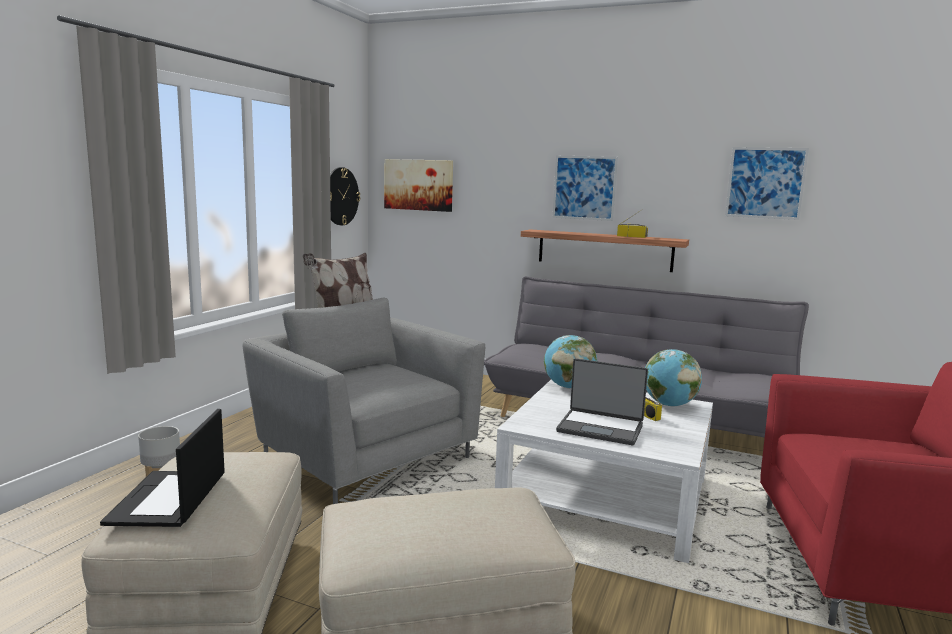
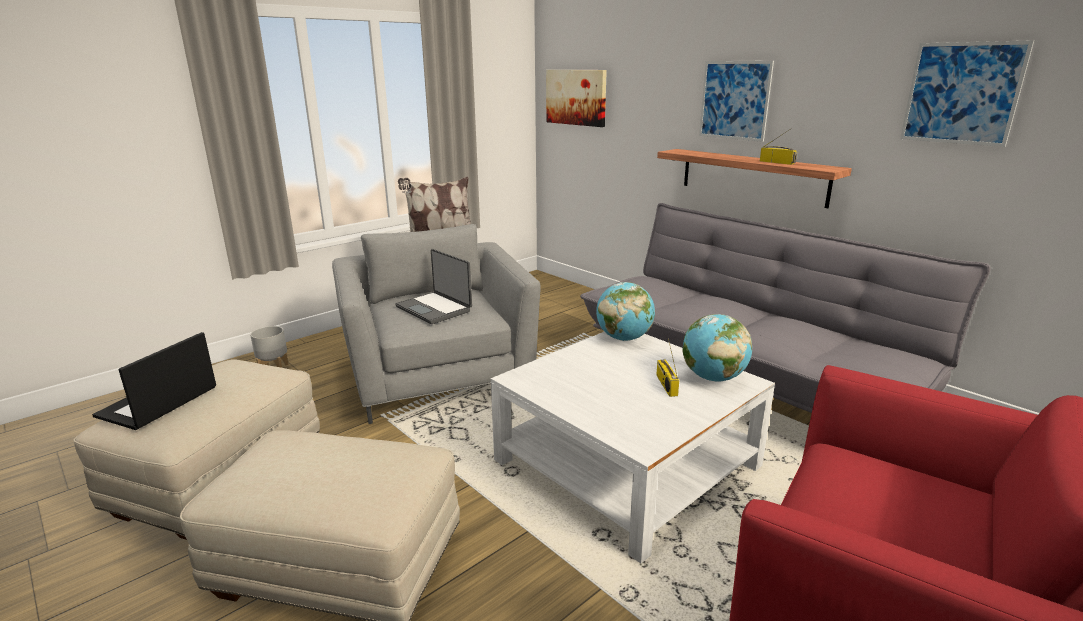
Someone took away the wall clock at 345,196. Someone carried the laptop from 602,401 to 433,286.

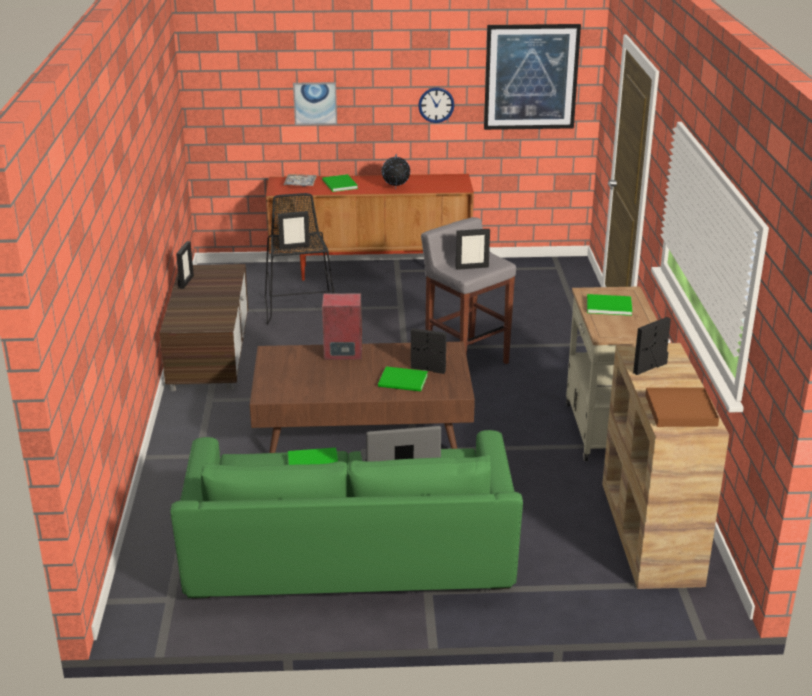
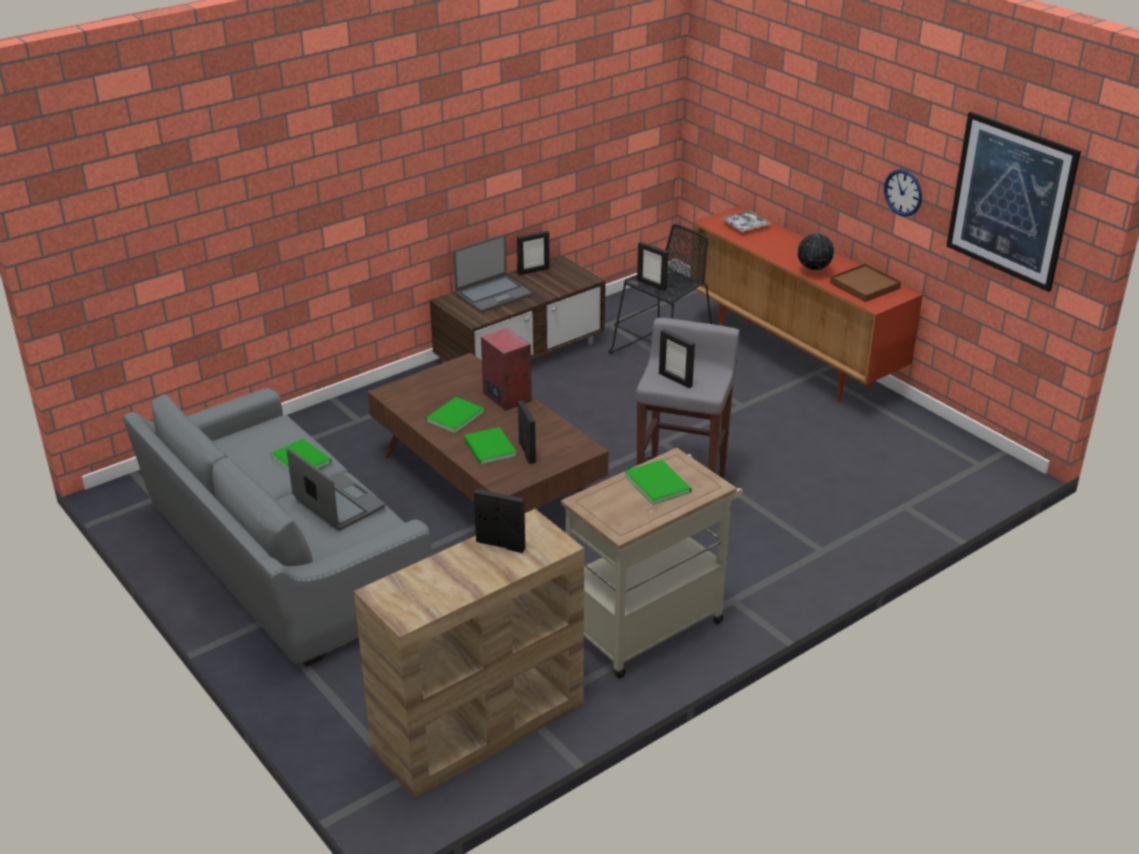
Someone repainted the sofa in green at 347,514, which became the sofa in grey at 277,527. Someone took away the picture at 315,103. Someone carried the book in green from 340,183 to 454,415. Someone carried the tray in brown from 682,407 to 865,282. Someone put down the laptop at 492,273.

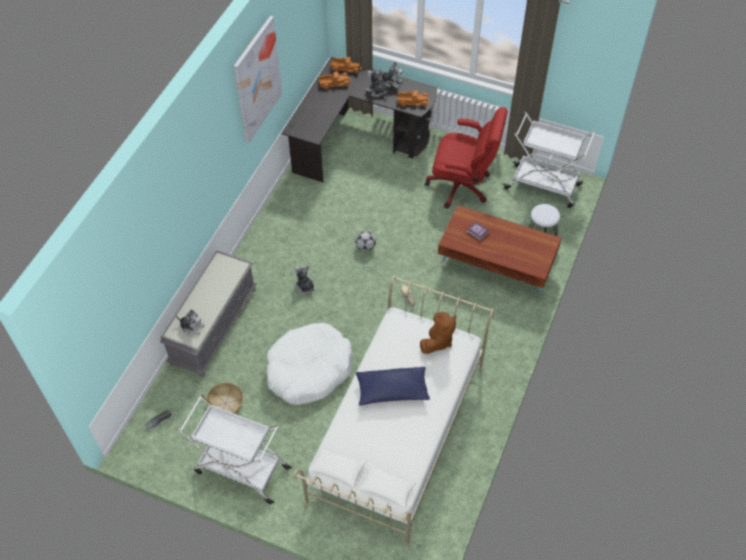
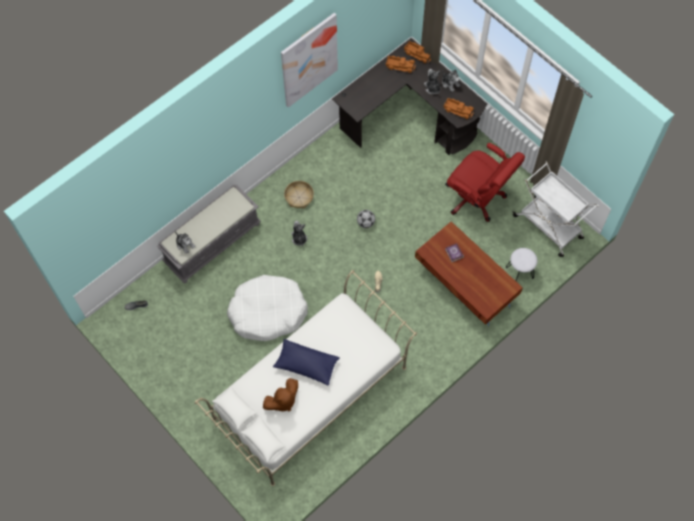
Someone took away the cart in white at 235,449. Someone carried the basket from 224,398 to 299,194. Someone carried the plush toy in brown from 438,333 to 280,394.

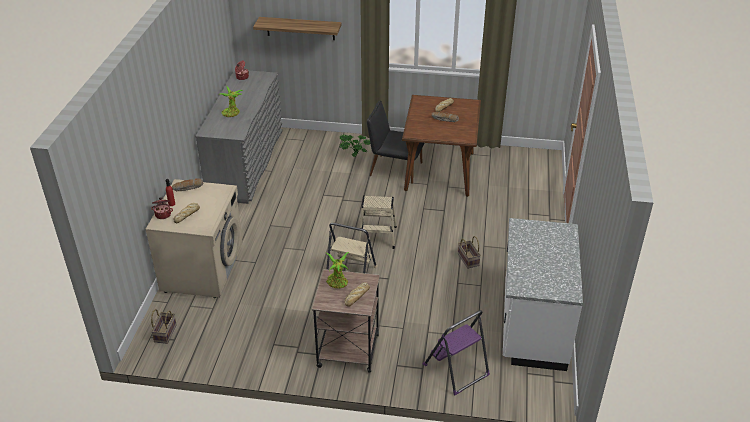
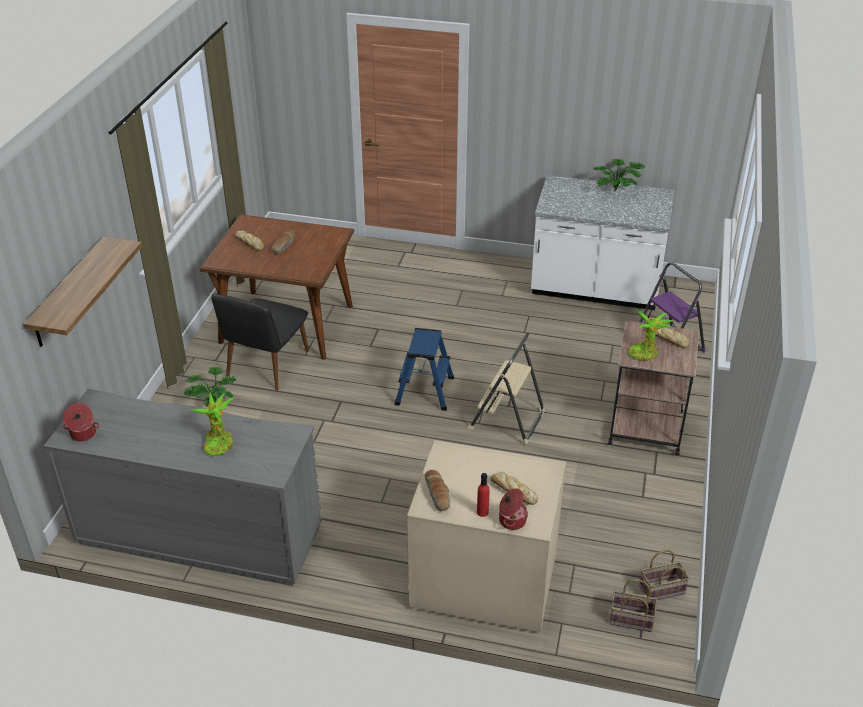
Someone repainted the step ladder in beige at 378,222, which became the step ladder in blue at 424,369. Someone carried the basket from 469,252 to 664,575. Someone put down the potted plant at 619,175.

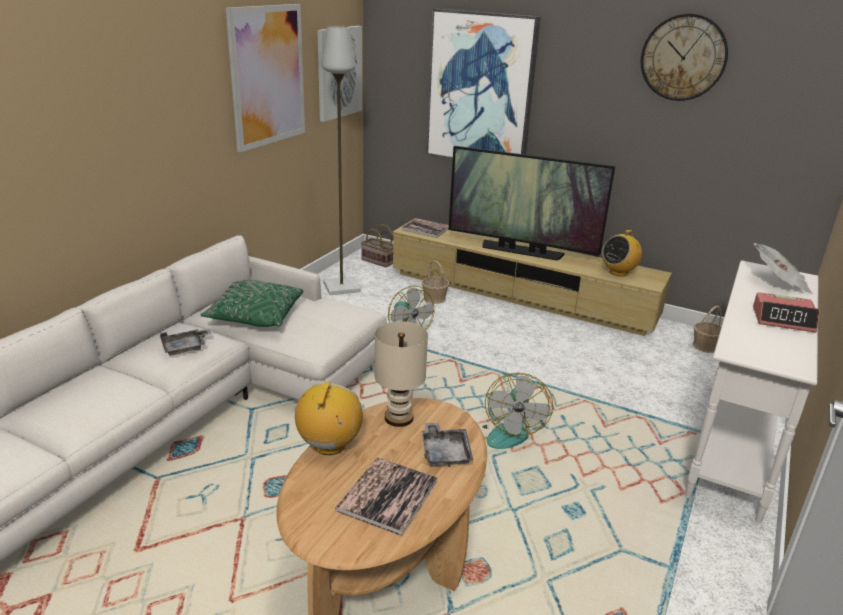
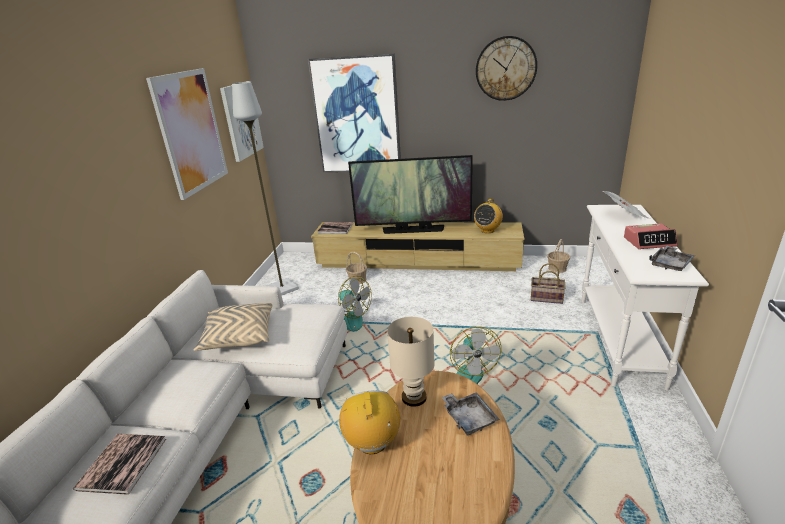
Someone carried the tray in grey from 185,342 to 672,258. Someone repainted the pillow in green at 252,303, which became the pillow in beige at 232,327. Someone carried the book from 386,497 to 119,464. Someone carried the basket from 377,245 to 548,283.

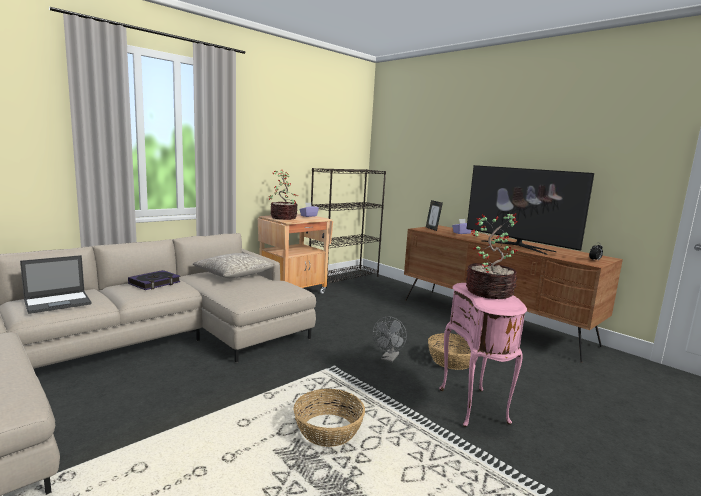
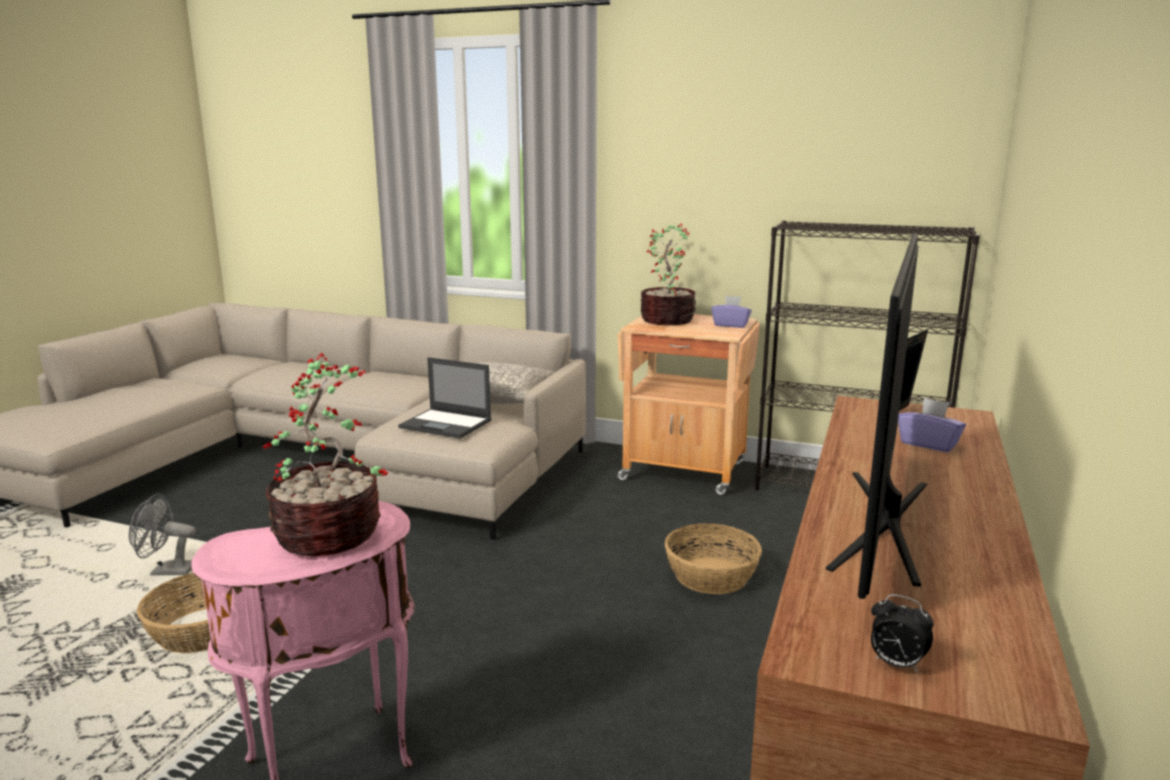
Someone carried the laptop from 56,284 to 444,398. Someone took away the book at 154,280. Someone carried the fan in grey from 390,339 to 162,534. Someone carried the basket from 449,351 to 713,558.

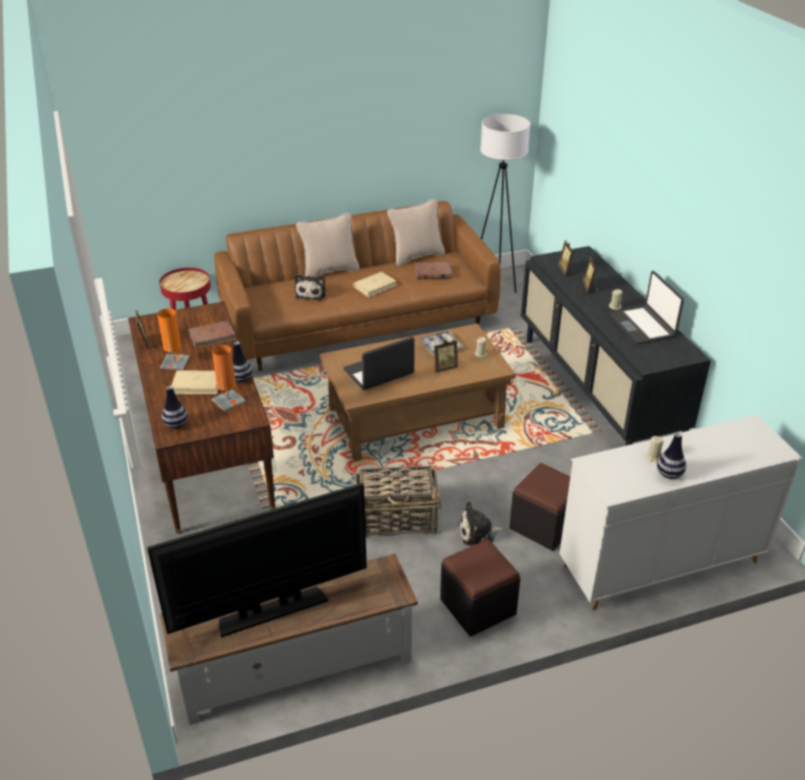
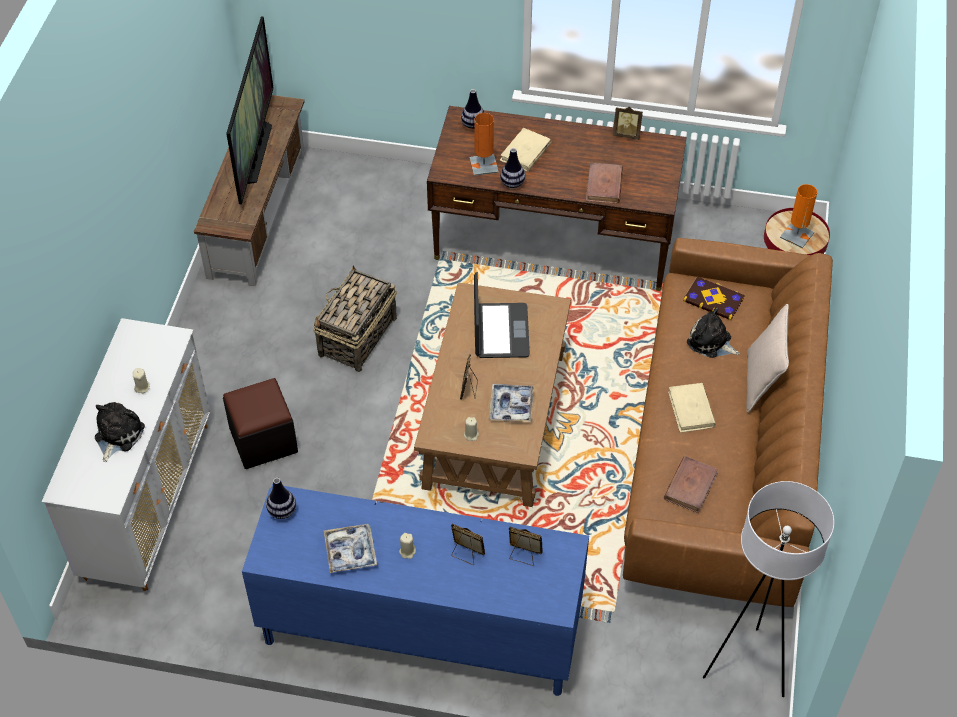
Someone carried the table lamp in orange from 173,339 to 798,216. Someone took away the pillow in beige at 416,232. Someone took away the ottoman in black at 480,587. Someone carried the plush toy from 482,524 to 120,432. Someone repainted the cabinet in black at 616,346, which became the cabinet in blue at 415,590. Someone swapped the laptop at 646,307 for the tray at 350,548. Someone carried the vase from 671,455 to 281,498. Someone put down the book at 714,299.

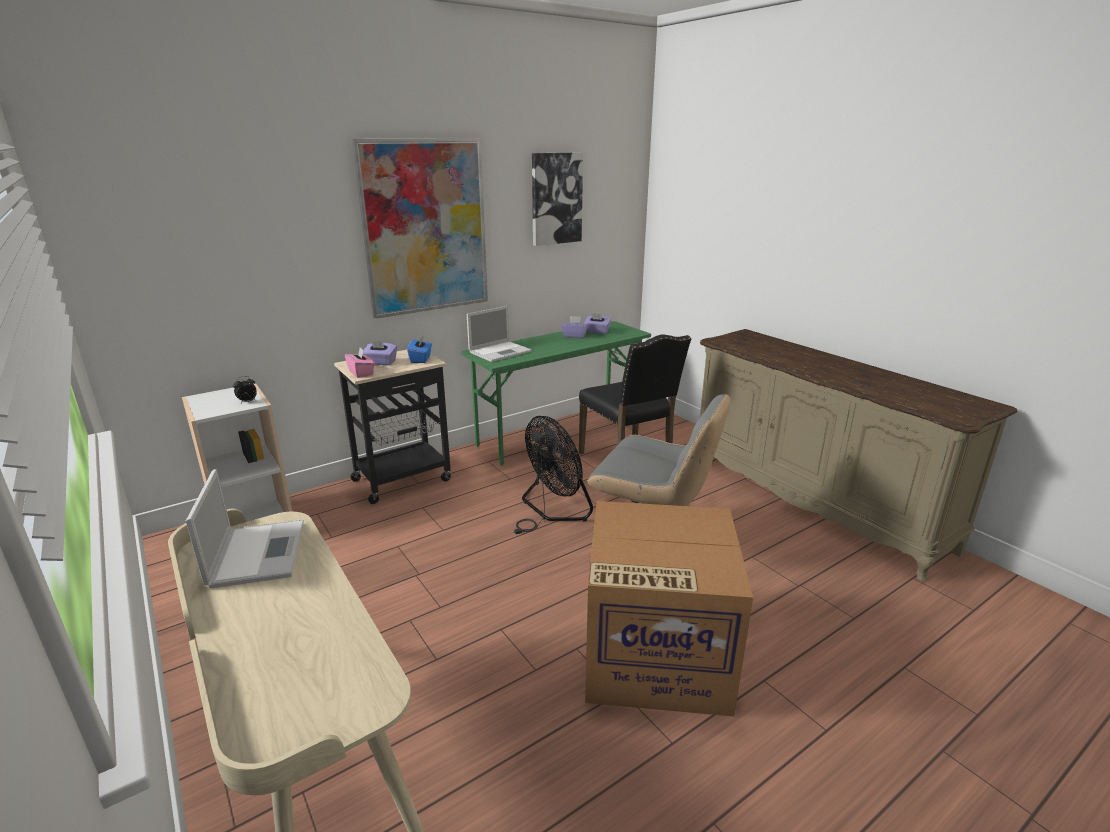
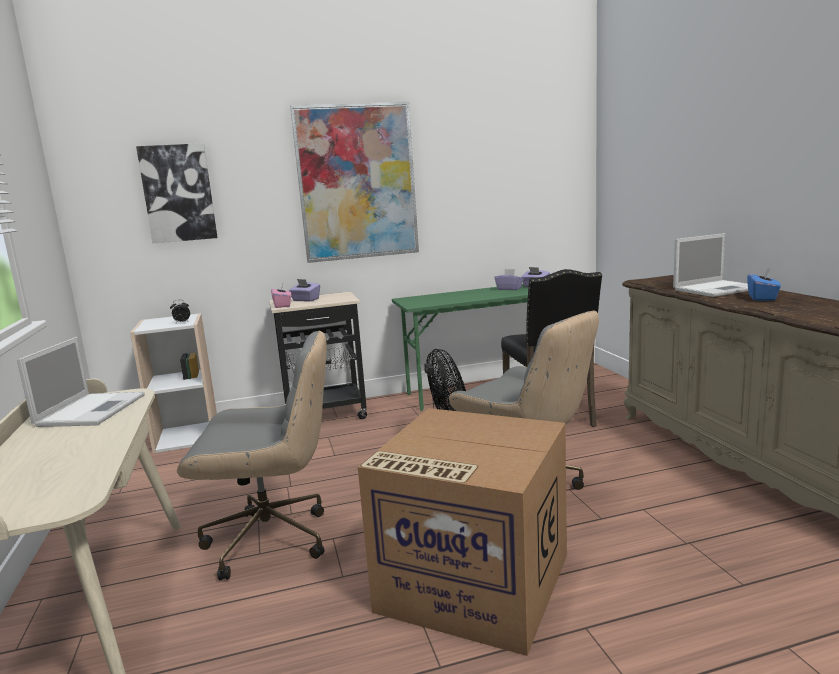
Someone carried the tissue box in blue from 419,349 to 764,284. Someone carried the laptop from 499,334 to 710,265. Someone carried the picture from 557,199 to 177,193. Someone put down the office chair in grey at 252,455.

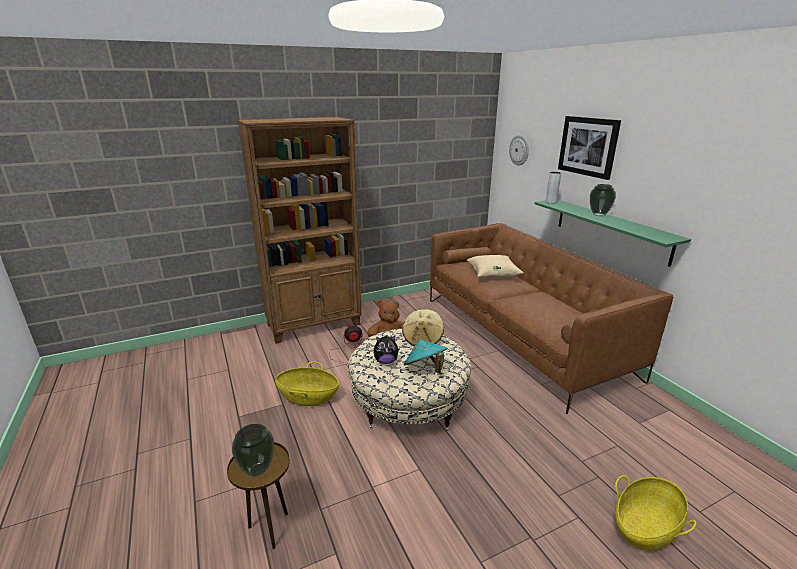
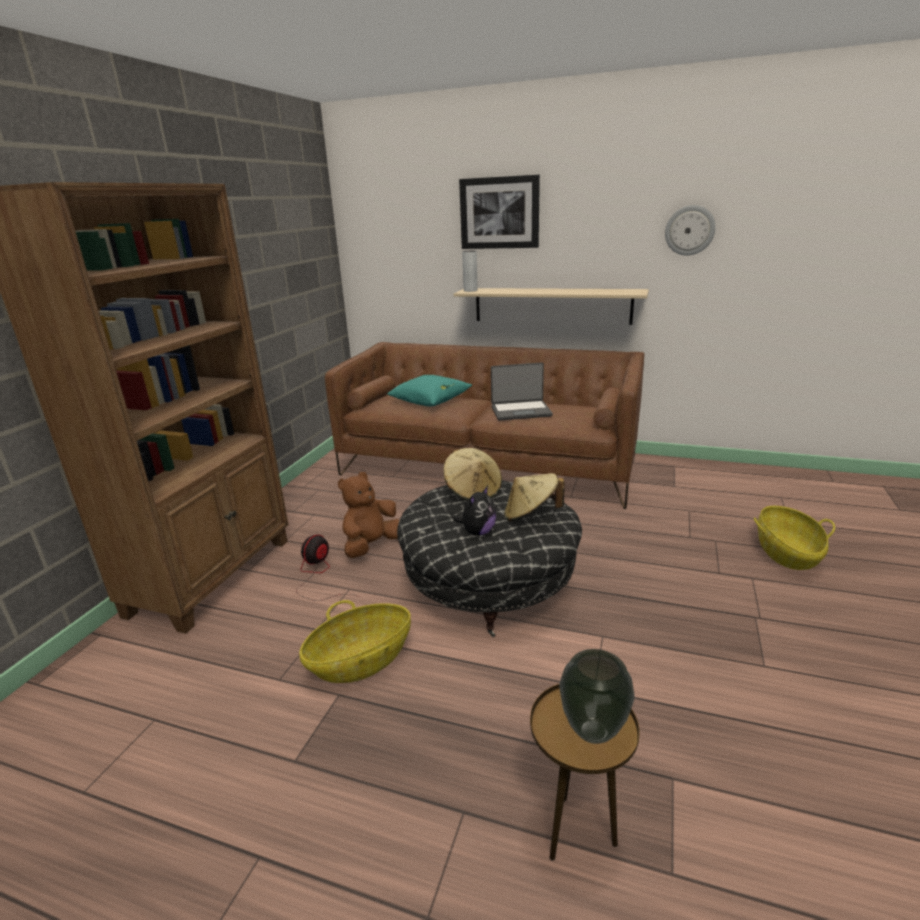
Someone repainted the ottoman in beige at 410,380, which became the ottoman in black at 489,559. Someone repainted the hat in turquoise at 426,356, which became the hat in beige at 534,497. Someone repainted the pillow in beige at 495,266, which became the pillow in turquoise at 429,390. Someone carried the wall clock from 519,150 to 690,230. Someone repainted the shelf in green at 612,233, which became the shelf in beige at 551,306. Someone took away the vase at 603,200. Someone put down the laptop at 522,391.

